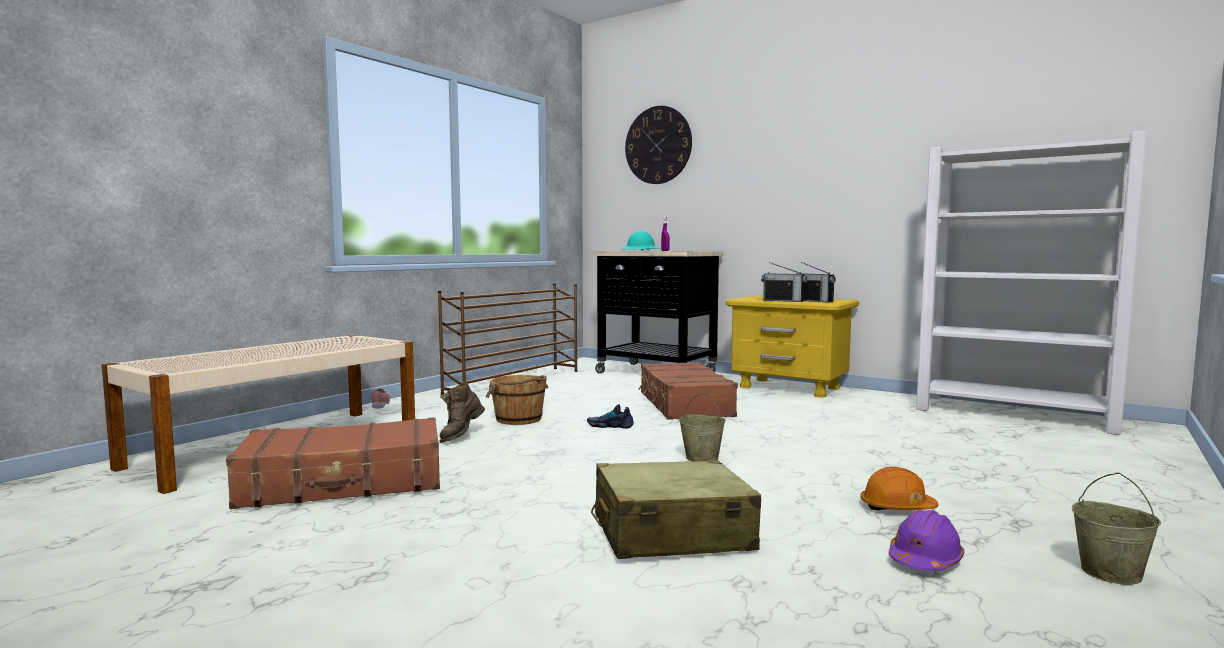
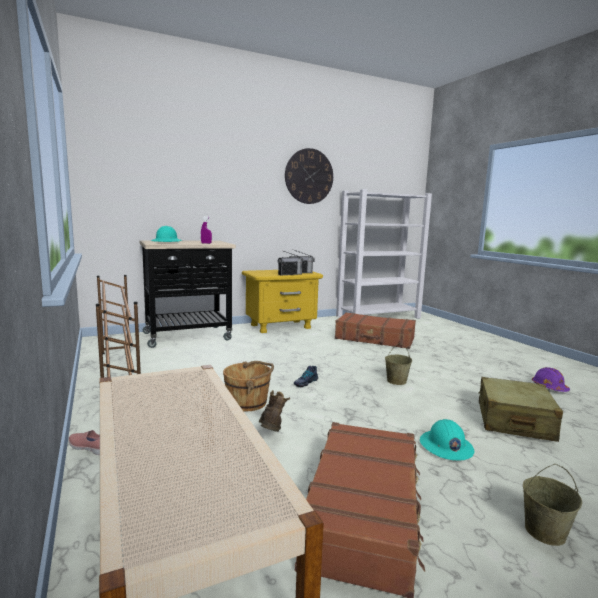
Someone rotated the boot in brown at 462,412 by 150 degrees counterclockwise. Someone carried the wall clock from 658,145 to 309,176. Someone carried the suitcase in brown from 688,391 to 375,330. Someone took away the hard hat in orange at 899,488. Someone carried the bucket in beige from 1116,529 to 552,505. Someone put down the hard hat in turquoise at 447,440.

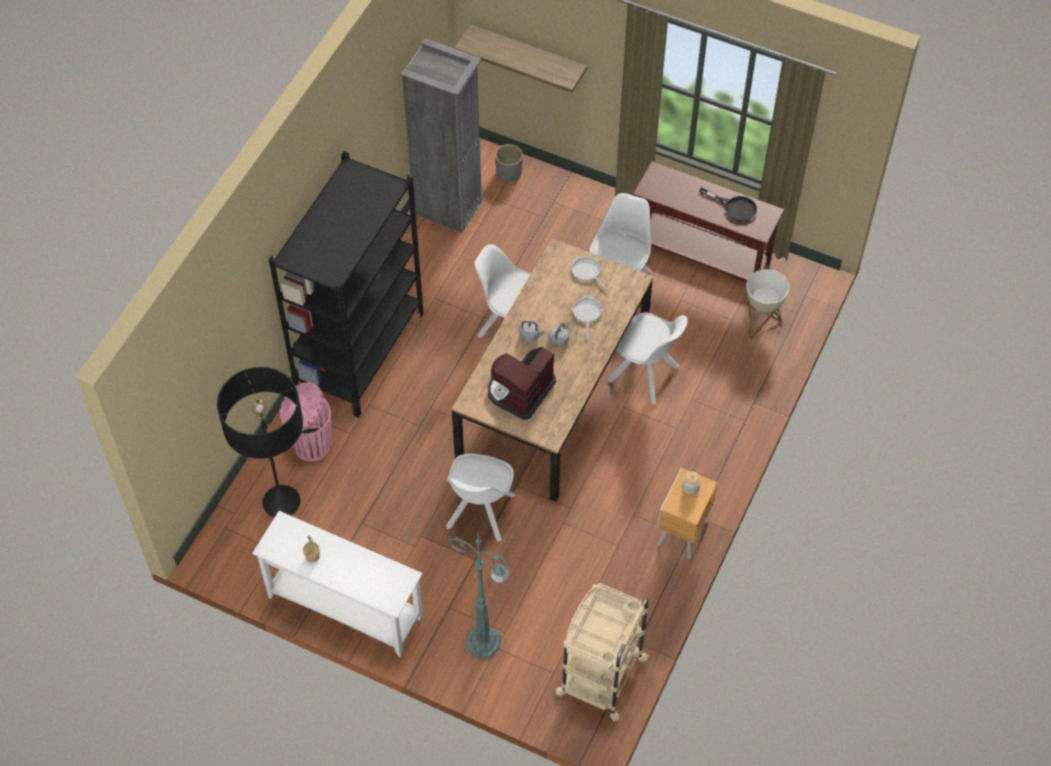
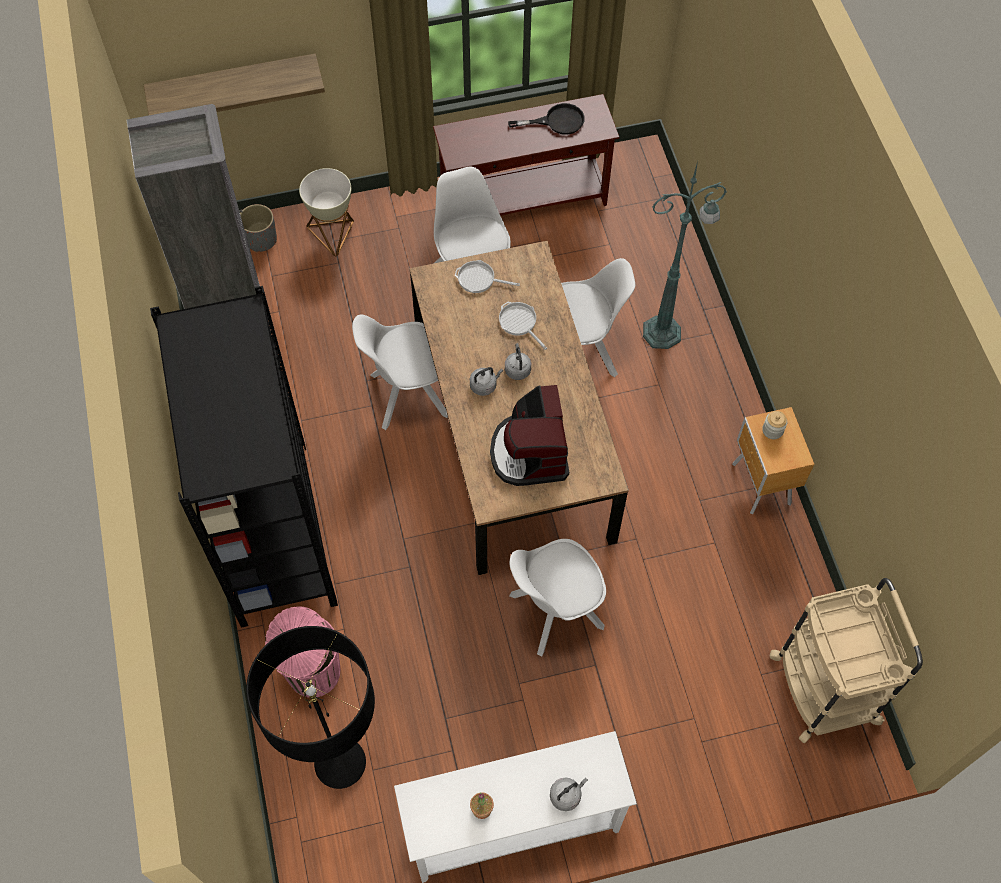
Someone rotated the chair in white at 481,498 by 90 degrees clockwise. Someone carried the floor lamp in green from 479,595 to 685,255. Someone carried the planter from 767,304 to 326,212. Someone put down the kettle in grey at 569,794.

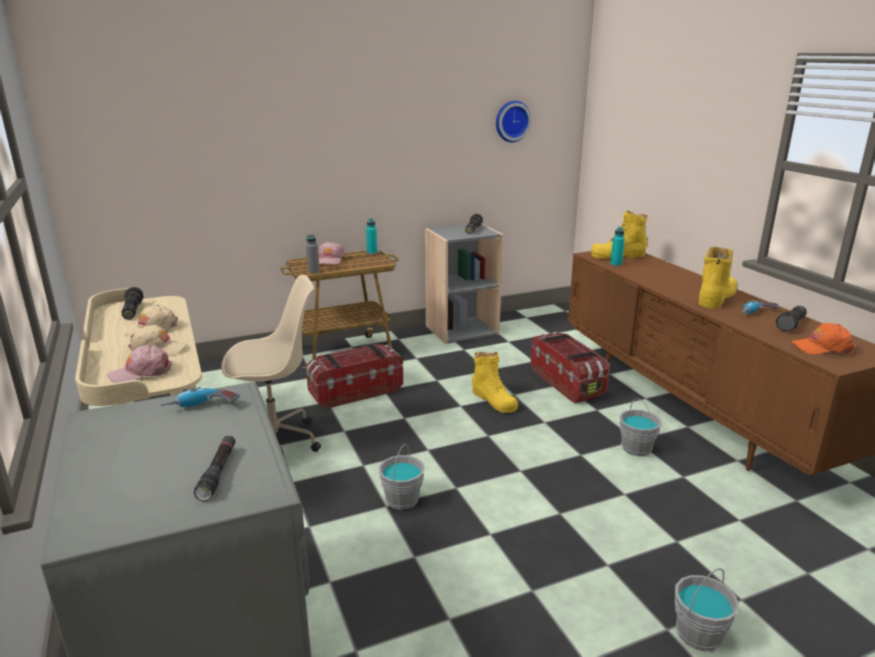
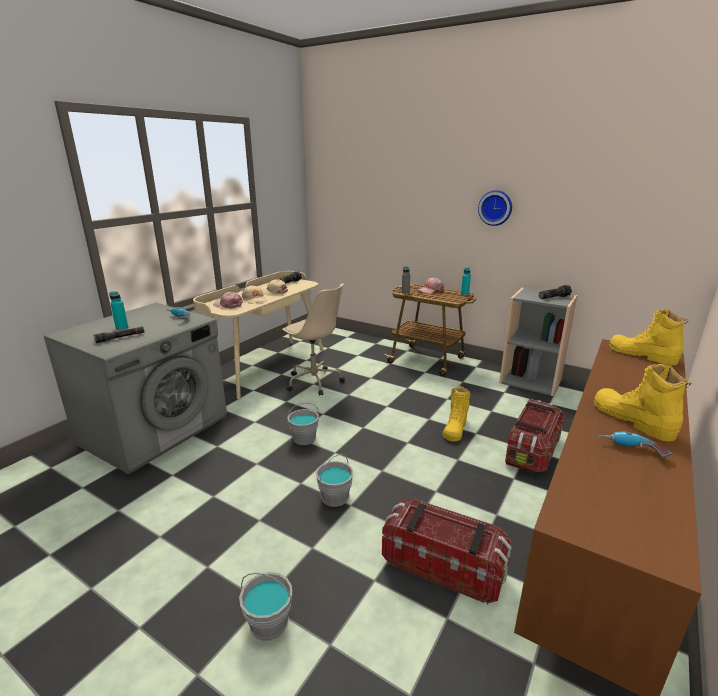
Someone carried the storage box from 354,376 to 446,551. Someone carried the wall clock from 513,121 to 495,208. Someone carried the bottle in turquoise from 617,246 to 118,310. Someone carried the bucket in grey from 640,427 to 334,480. Someone rotated the boot in yellow at 718,277 by 120 degrees counterclockwise. Someone took away the flashlight at 791,319. Someone took away the cap in orange at 823,338.

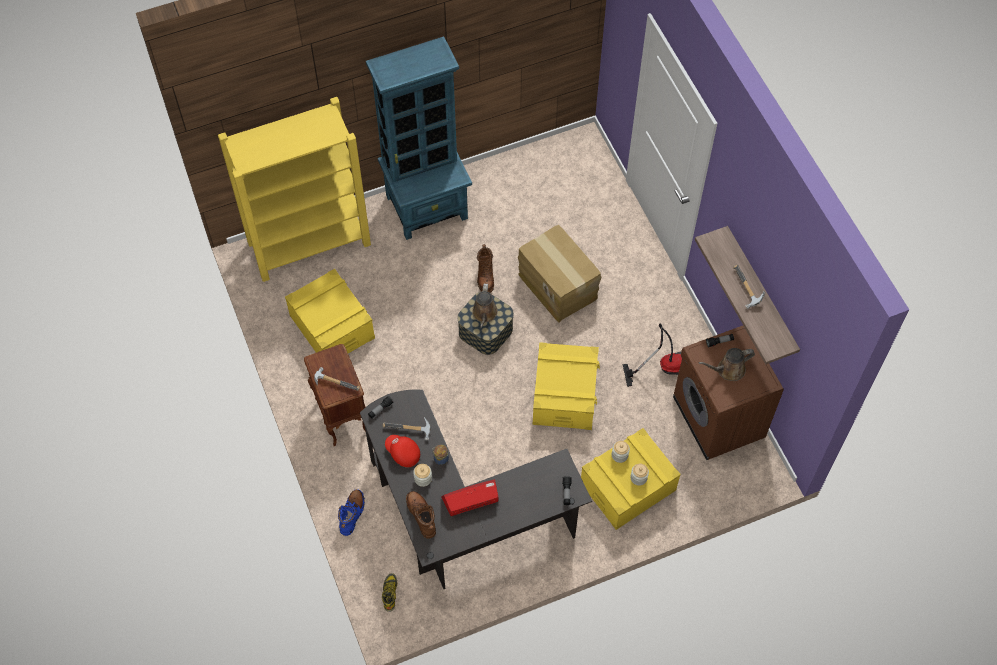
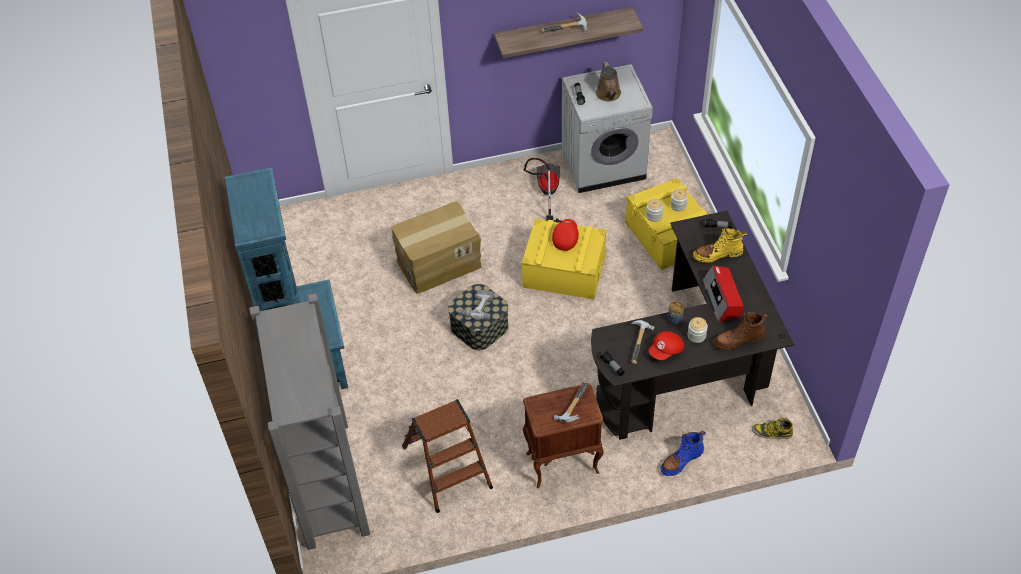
Someone repainted the bookcase in yellow at 294,189, which became the bookcase in grey at 309,421. Someone swapped the storage box in yellow at 330,311 for the step ladder in brown at 447,456. Someone rotated the boot in blue at 351,512 by 60 degrees counterclockwise. Someone swapped the watering can in brown at 485,305 for the power drill at 475,305. Someone took away the boot in brown at 485,268. Someone repainted the washing machine in brown at 728,393, which became the washing machine in white at 607,128. Someone put down the cap in red at 565,235. Someone put down the boot in yellow at 720,245.

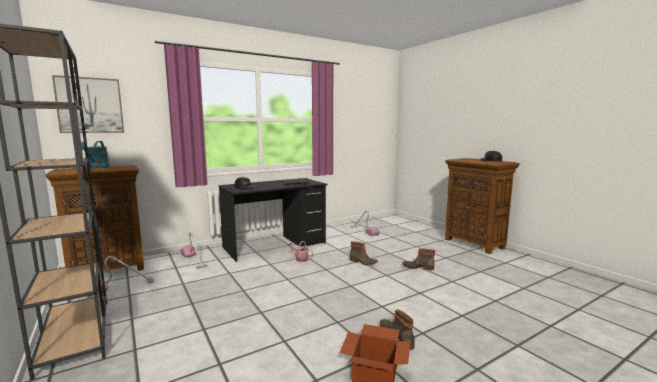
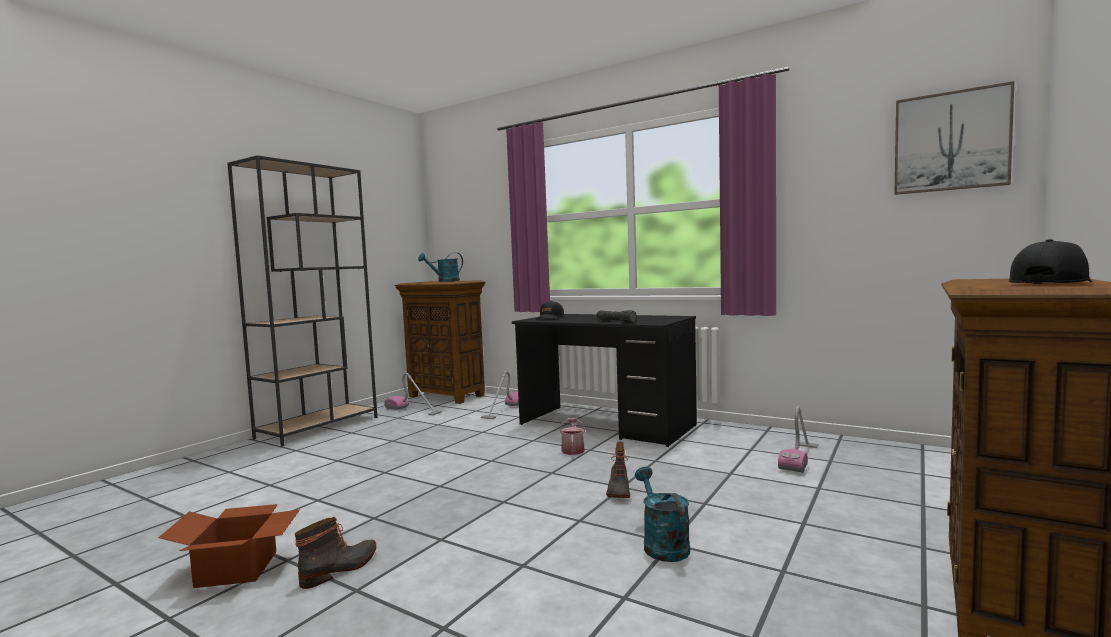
Someone carried the picture from 88,104 to 954,138. Someone swapped the boot at 419,259 for the watering can in turquoise at 662,514.

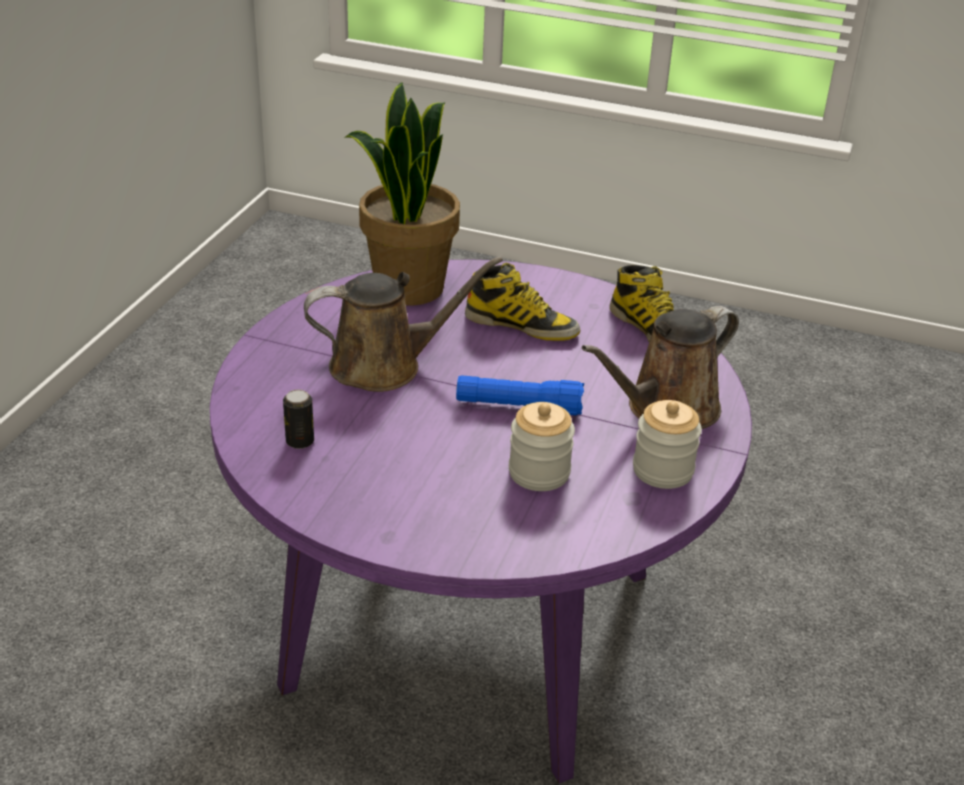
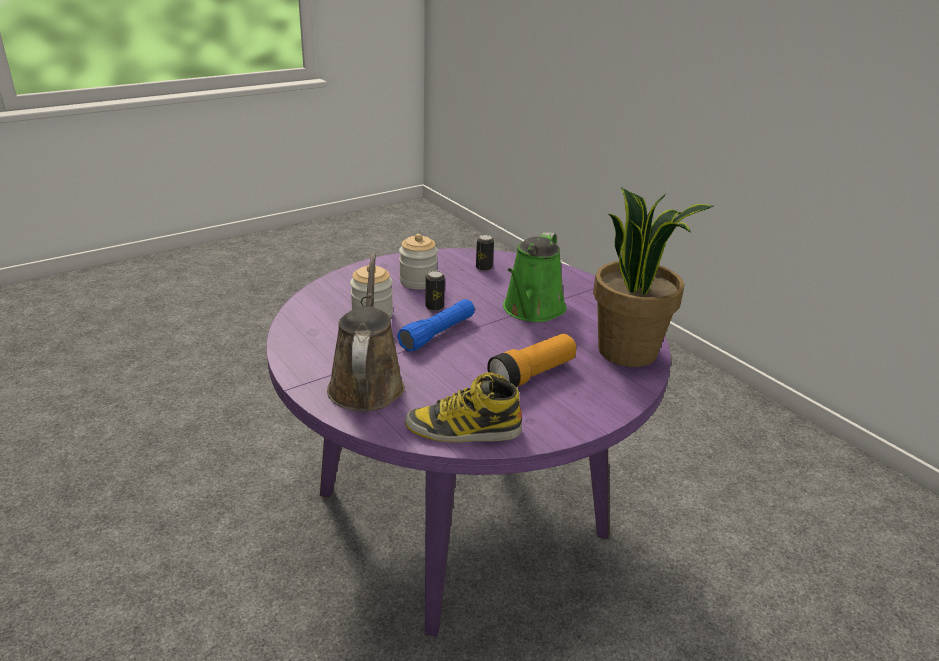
Someone repainted the watering can in brown at 403,324, which became the watering can in green at 534,277. Someone swapped the boot at 522,301 for the flashlight at 531,360. Someone carried the jar from 667,444 to 418,262. Someone put down the can at 435,291.

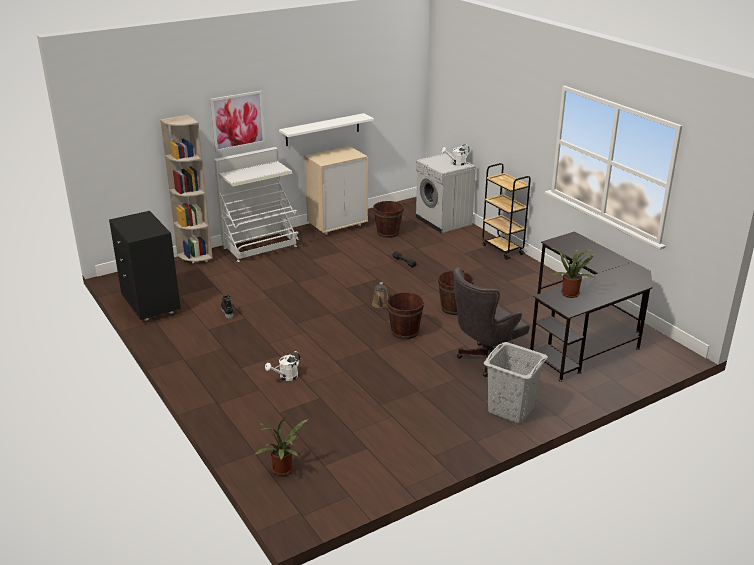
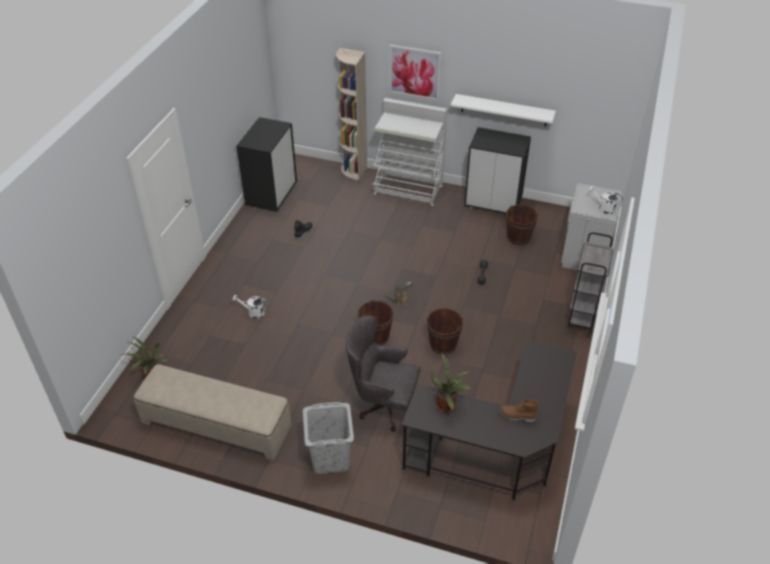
Someone repainted the cabinet in beige at 336,190, which became the cabinet in black at 497,170. Someone repainted the cart in brown at 506,211, which became the cart in grey at 589,285. Someone put down the bench in beige at 212,412. Someone put down the boot in brown at 519,410.

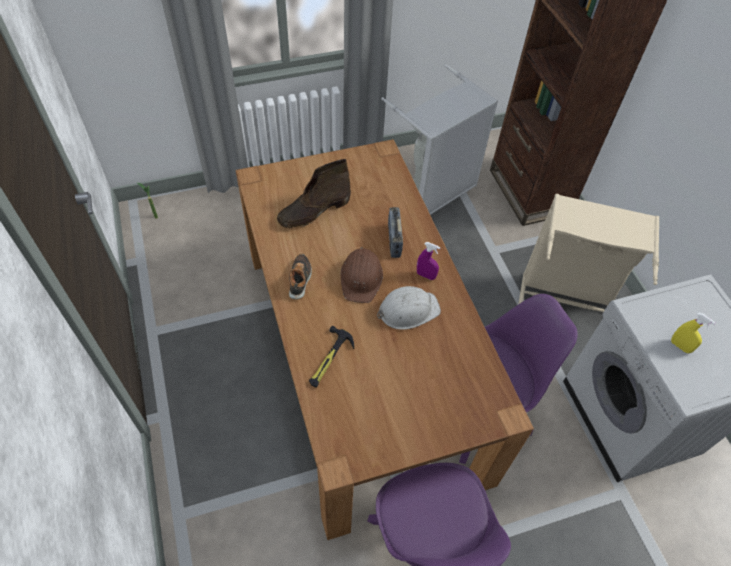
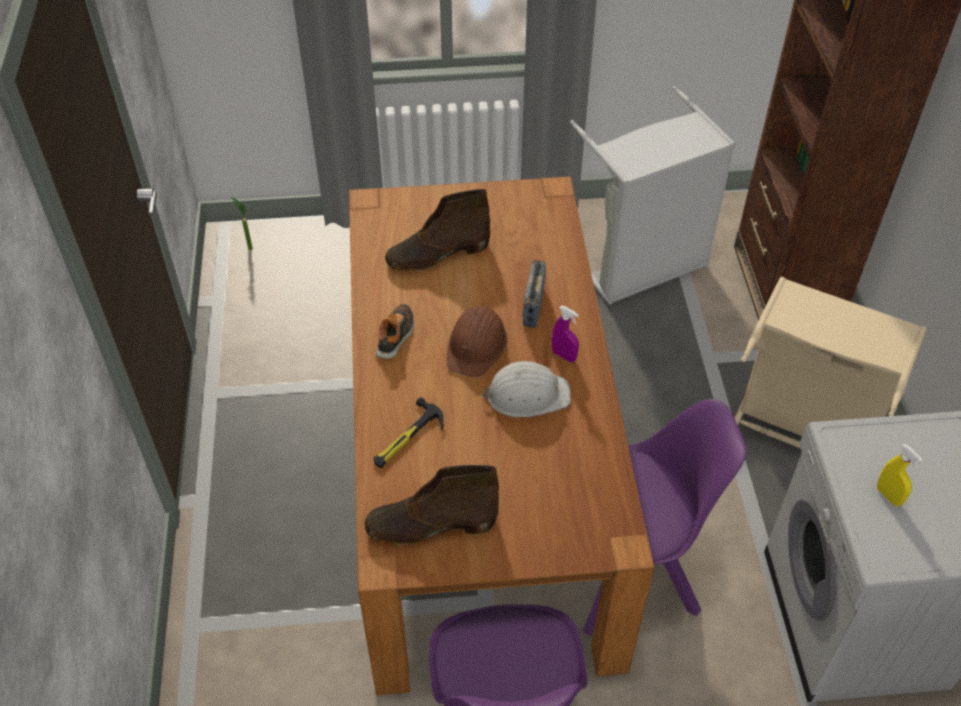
Someone put down the boot in brown at 432,505.

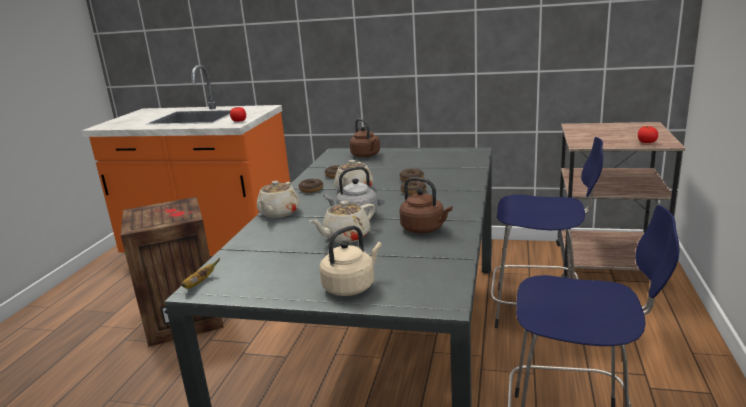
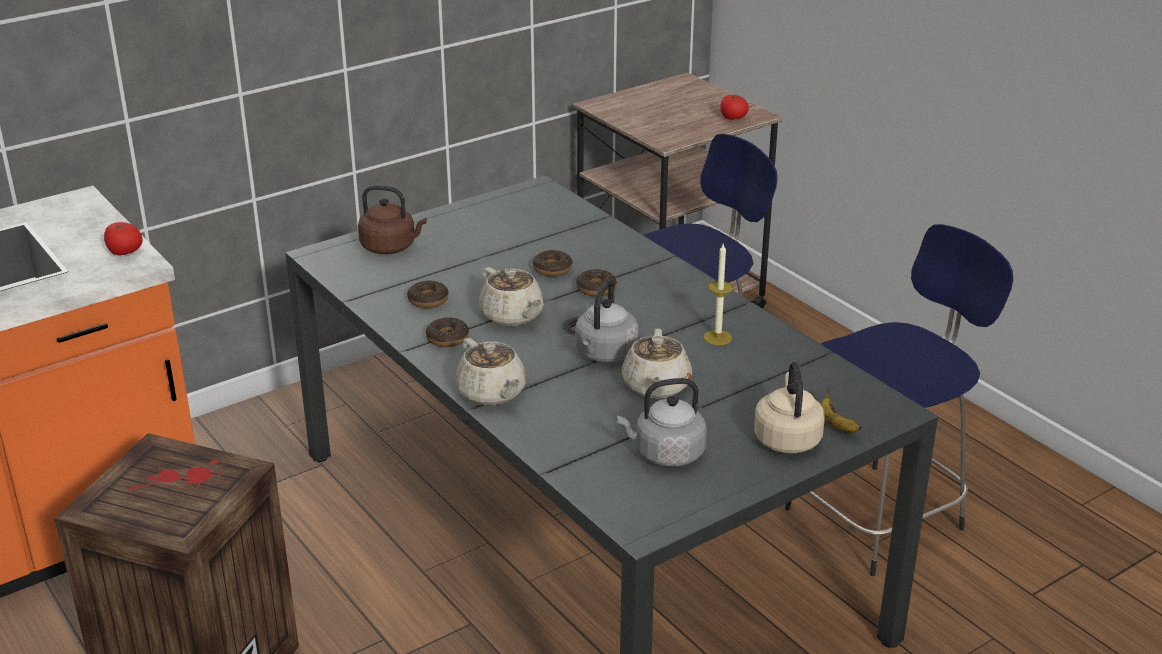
Someone carried the banana from 201,273 to 841,410. Someone swapped the kettle in brown at 426,205 for the candle at 718,294. Someone put down the kettle in grey at 661,422.

